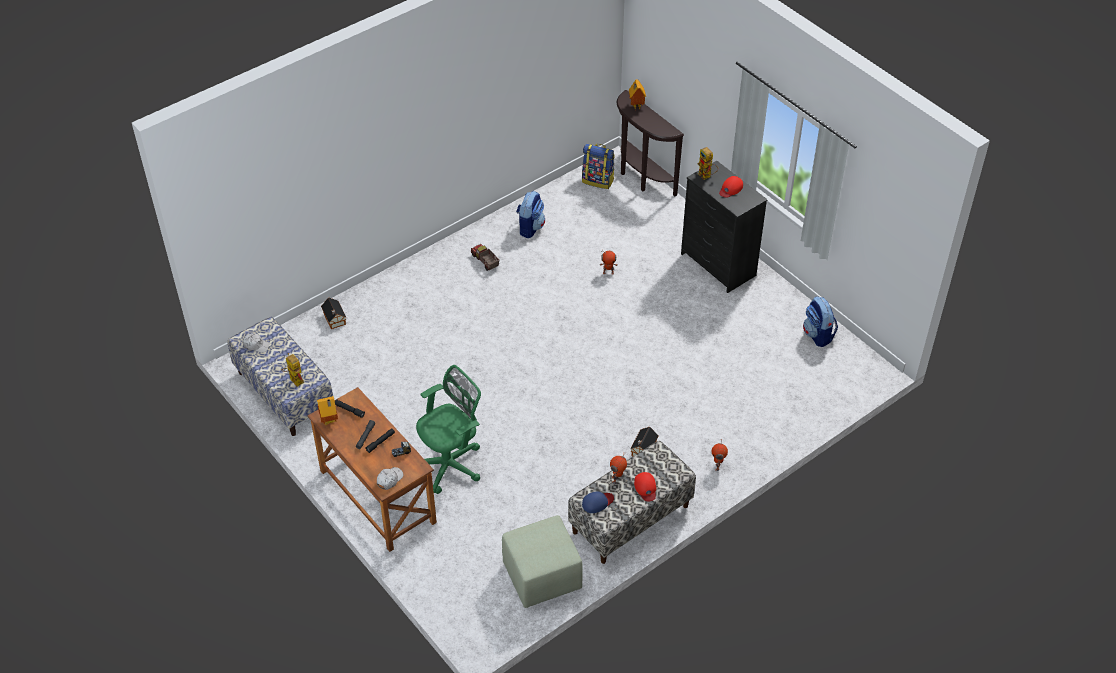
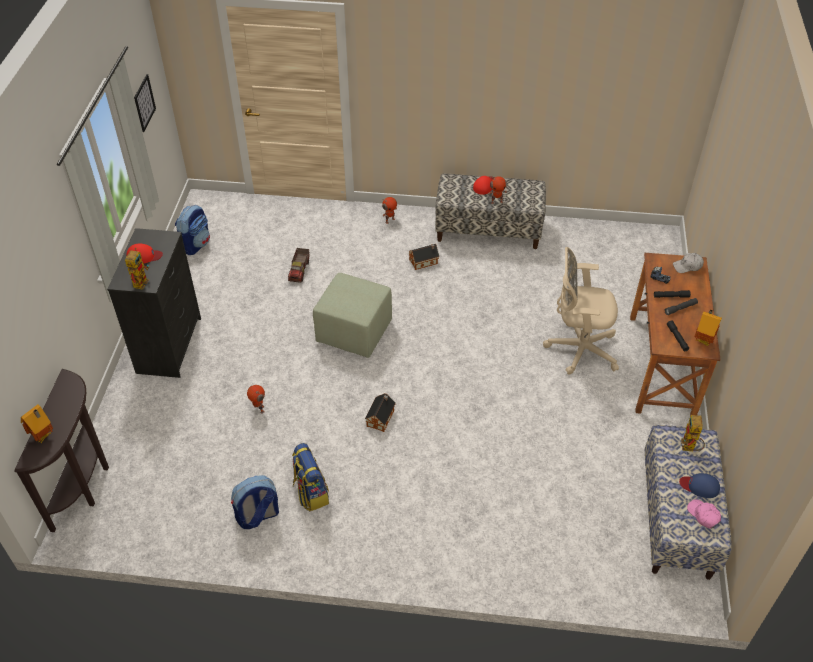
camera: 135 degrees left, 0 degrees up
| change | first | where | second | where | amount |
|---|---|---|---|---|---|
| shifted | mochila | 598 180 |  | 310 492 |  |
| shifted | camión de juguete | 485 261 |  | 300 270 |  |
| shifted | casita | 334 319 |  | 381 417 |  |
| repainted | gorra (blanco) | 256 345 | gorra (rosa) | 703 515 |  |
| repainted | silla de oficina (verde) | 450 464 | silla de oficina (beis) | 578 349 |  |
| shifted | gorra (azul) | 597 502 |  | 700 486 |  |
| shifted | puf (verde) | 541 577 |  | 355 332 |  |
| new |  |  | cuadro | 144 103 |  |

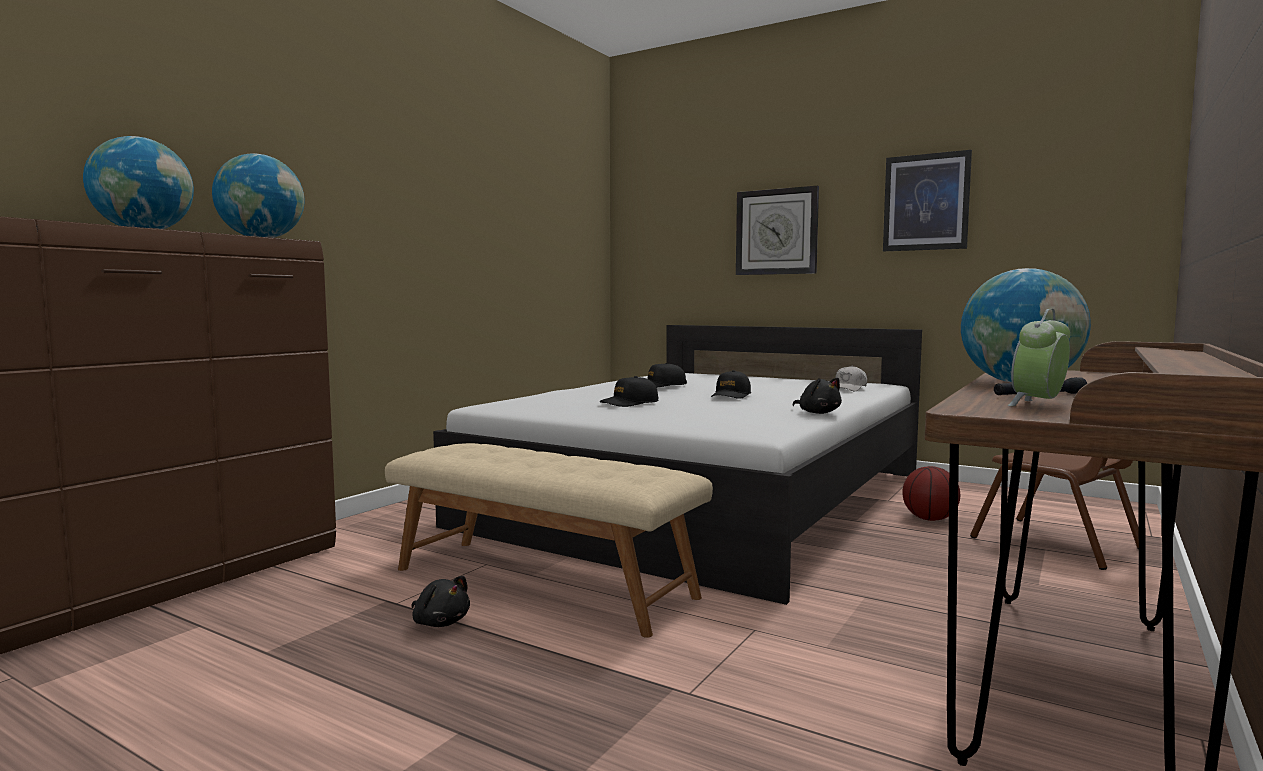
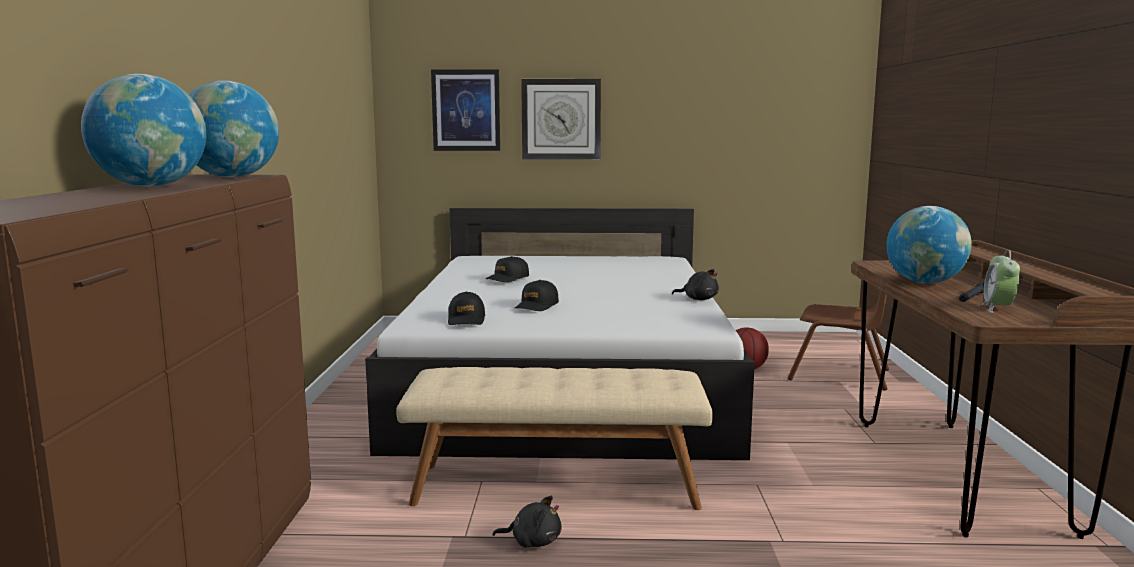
camera: 30 degrees left, 5 degrees up
| change | first | where | second | where | amount |
|---|---|---|---|---|---|
| shifted | cuadro | 926 202 |  | 466 110 |  |
| gone | gorra (blanco) | 848 389 |  |  |  |
| shifted | gorra (negro) | 731 396 |  | 466 320 |  |

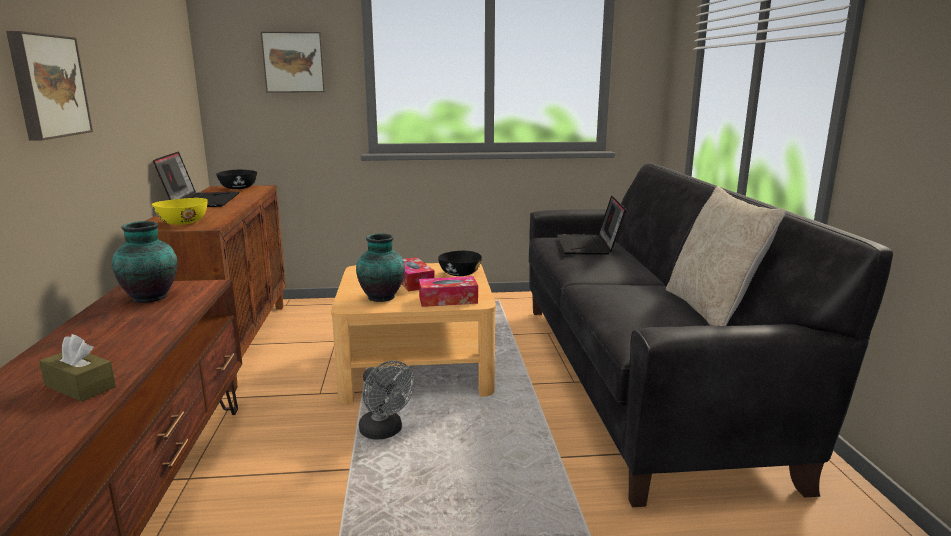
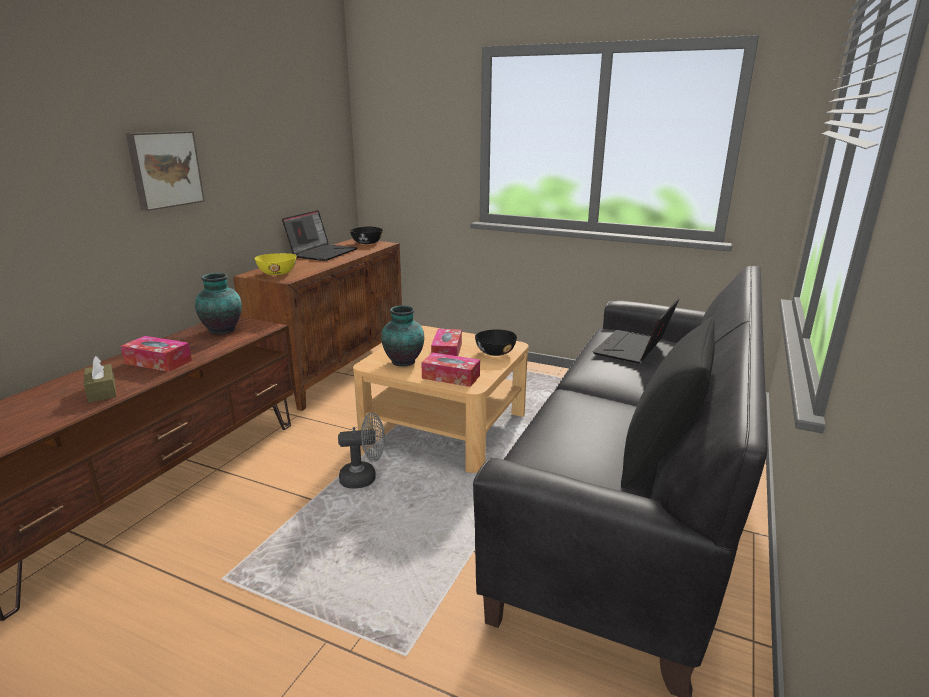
camera: 30 degrees right, 5 degrees up
| change | first | where | second | where | amount |
|---|---|---|---|---|---|
| gone | cuadro | 294 62 |  |  |  |
| repainted | cojín (beis) | 711 311 | cojín (negro) | 660 456 |  |
| rotated | ventilador (gris) | 385 432 |  | 364 478 | 90 degrees counterclockwise |
| new |  |  | caja de pañuelos | 158 362 |  |

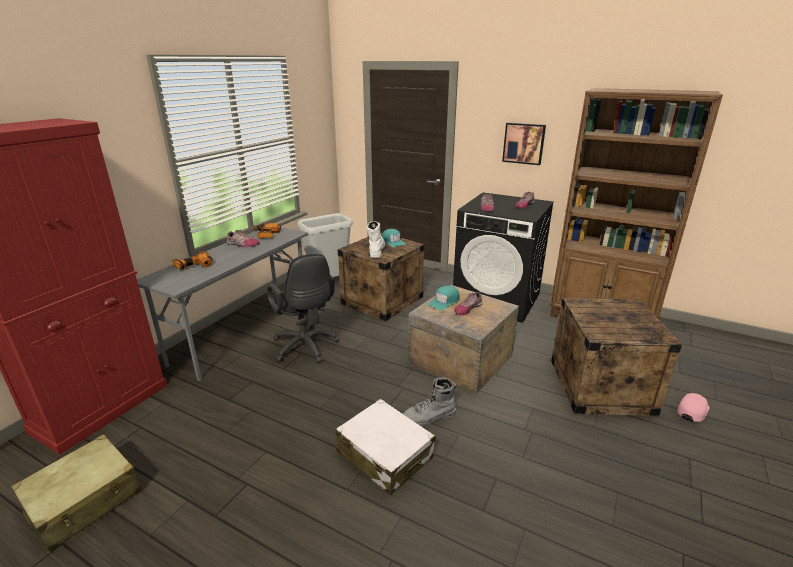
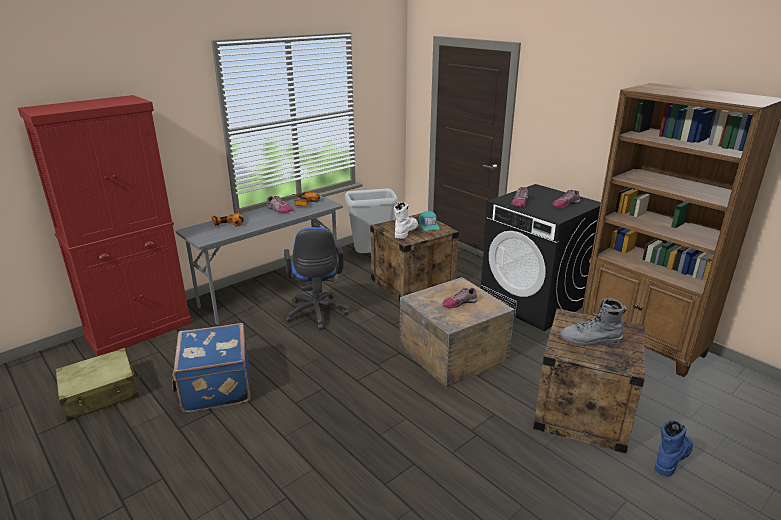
camera: 20 degrees right, 0 degrees up
| change | first | where | second | where | amount |
|---|---|---|---|---|---|
| gone | cuadro | 524 143 |  |  |  |
| repainted | silla de oficina (negro) | 306 348 | silla de oficina (azul) | 316 314 |  |
| gone | gorra (turquesa) | 444 302 |  |  |  |
| shifted | bota (gris) | 429 417 |  | 590 340 |  |
| swapped | gorra (rosa) | 692 410 | bota (azul) | 671 457 |  |
| gone | maleta (blanco) | 384 455 |  |  |  |
| new |  |  | maleta (azul) | 215 387 |  |

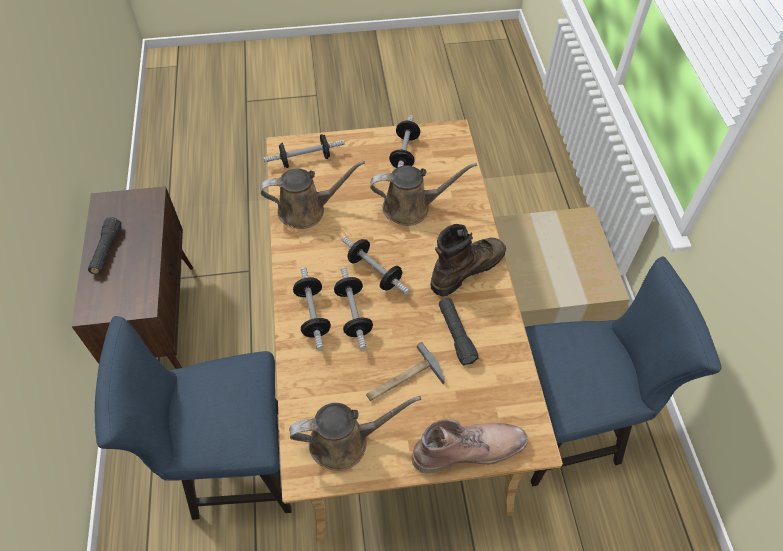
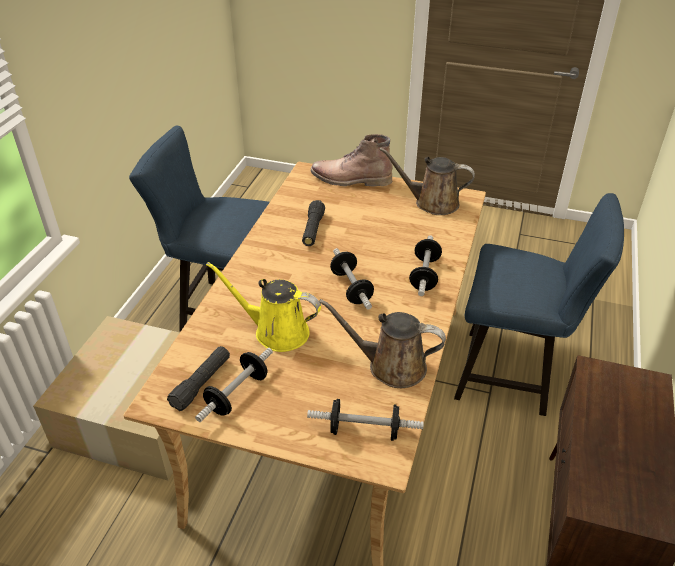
camera: 155 degrees left, 15 degrees down
| change | first | where | second | where | amount |
|---|---|---|---|---|---|
| repainted | regadera (marrón) | 411 207 | regadera (amarillo) | 276 331 |  |
| shifted | linterna (negro) | 107 251 |  | 201 384 |  |
| gone | bota (marrón) | 466 269 |  |  |  |
| gone | mancuerna | 353 314 |  |  |  |
| gone | martillo | 403 381 |  |  |  |

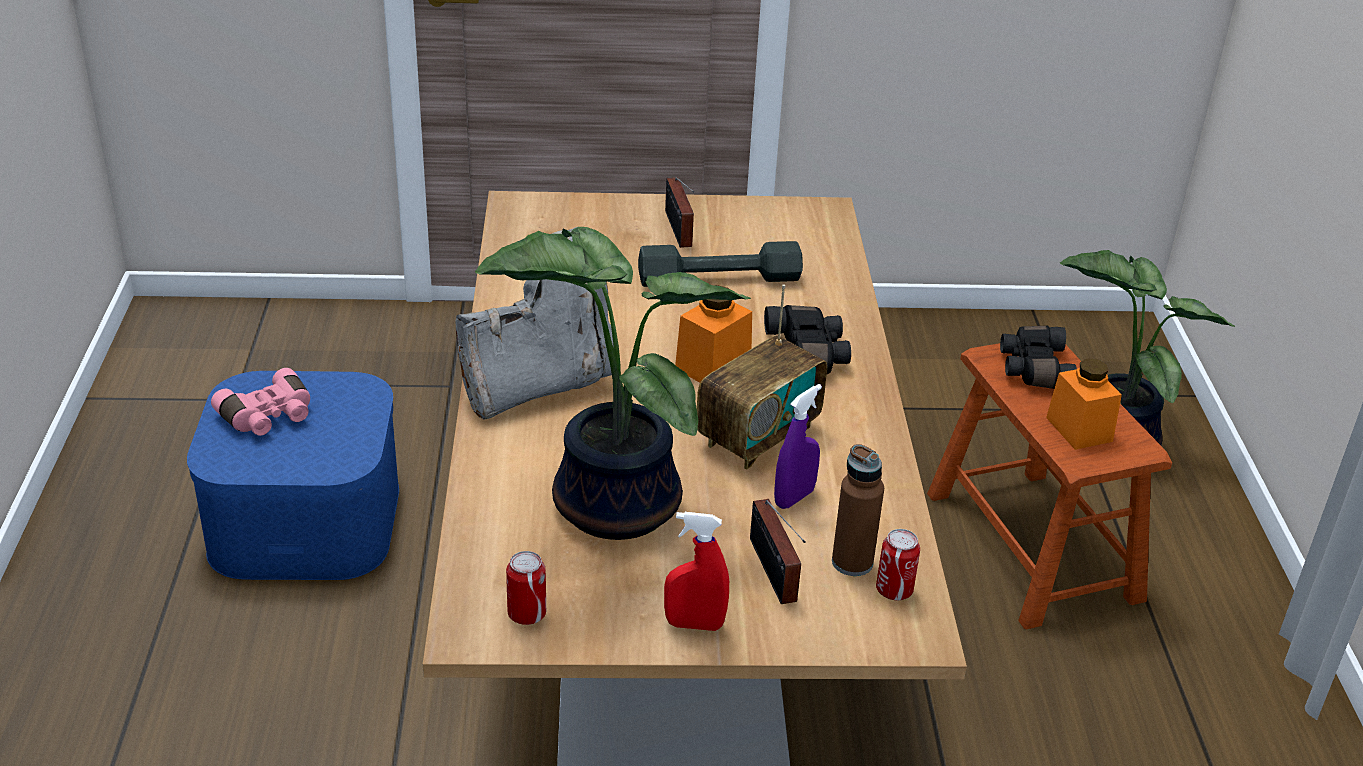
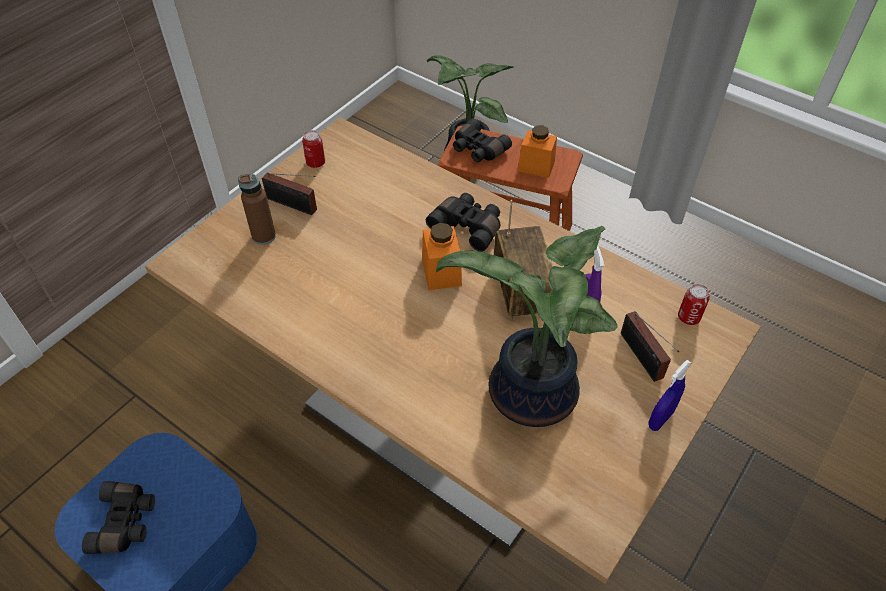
camera: 50 degrees left, 15 degrees up
| change | first | where | second | where | amount |
|---|---|---|---|---|---|
| gone | bota (gris) | 542 384 |  |  |  |
| gone | mancuerna (gris) | 719 278 |  |  |  |
| repainted | prismáticos (rosa) | 269 417 | prismáticos (negro) | 126 522 |  |
| shifted | botella (marrón) | 852 562 |  | 264 236 |  |
| rotated | radio | 773 574 |  | 642 358 | 45 degrees clockwise |
| repainted | pulverizador (rojo) | 694 624 | pulverizador (azul) | 660 419 |  |
| shifted | lata | 527 614 |  | 315 163 |  |

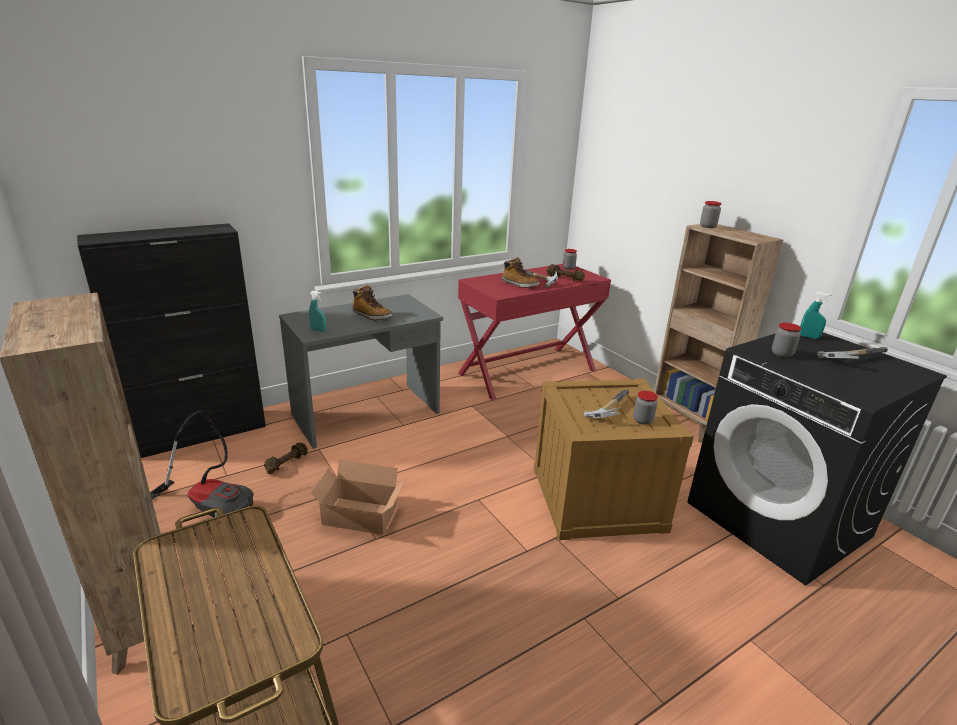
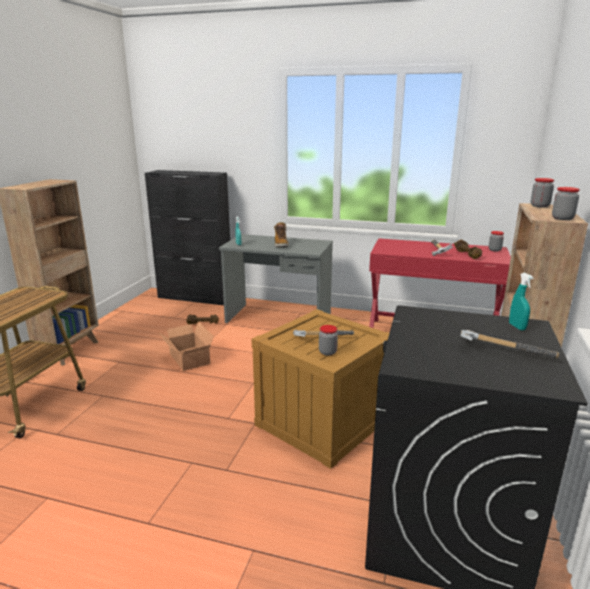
camera: 50 degrees right, 5 degrees down
| change | first | where | second | where | amount |
|---|---|---|---|---|---|
| gone | bota | 519 284 |  |  |  |
| shifted | tarro | 781 354 |  | 562 218 |  |
| gone | aspiradora | 210 503 |  |  |  |

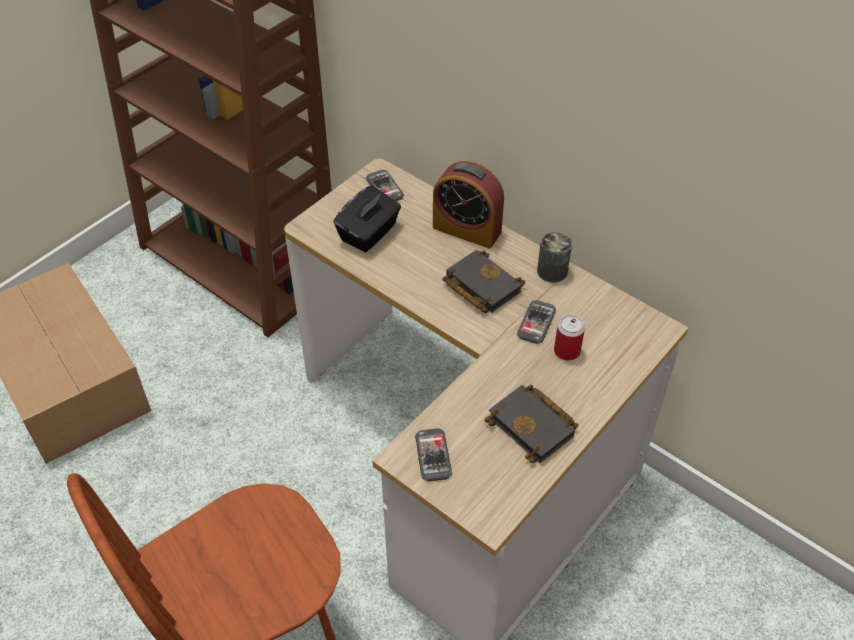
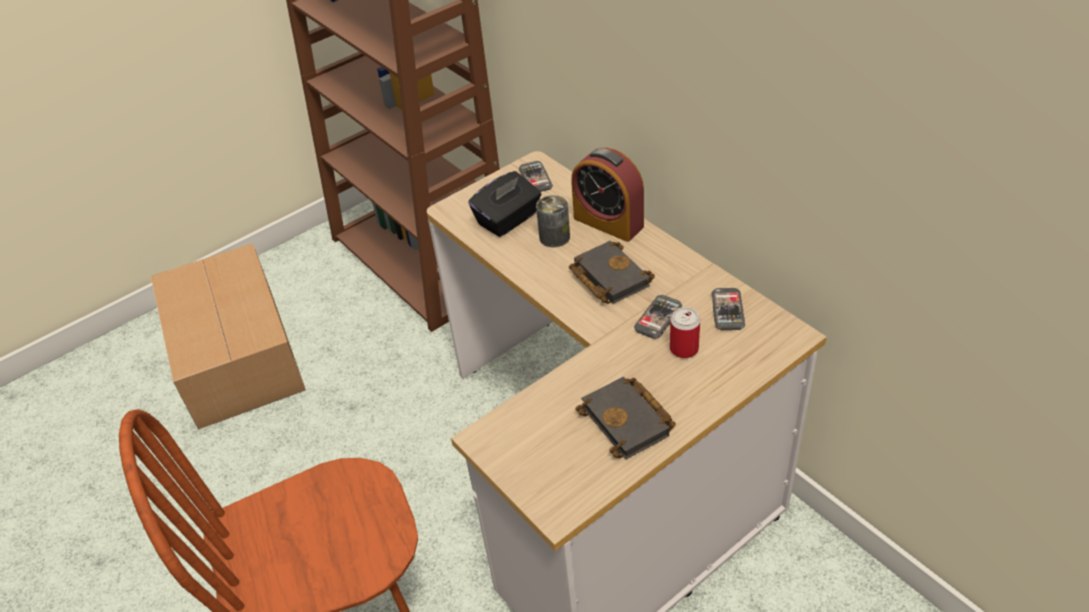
camera: 15 degrees right, 5 degrees down
| change | first | where | second | where | amount |
|---|---|---|---|---|---|
| shifted | lata | 552 271 |  | 554 237 |  |
| shifted | móvil | 433 456 |  | 727 310 |  |

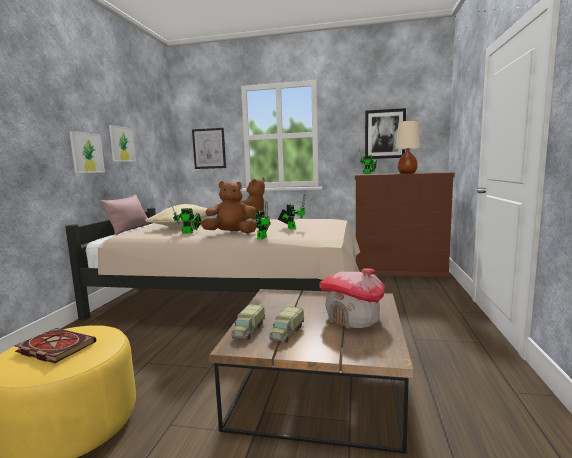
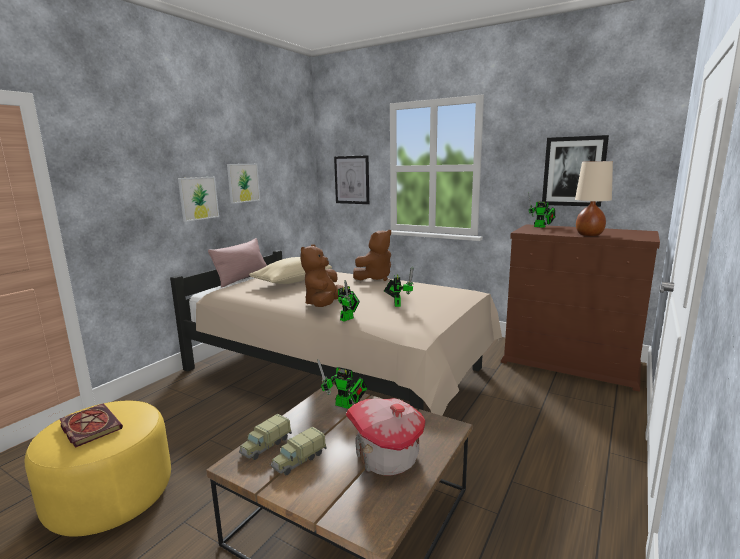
camera: 20 degrees right, 5 degrees up
| change | first | where | second | where | amount |
|---|---|---|---|---|---|
| rotated | peluche (marrón) | 231 233 |  | 324 305 | 90 degrees counterclockwise |
| shifted | robot de juguete | 189 233 |  | 346 406 |  |

